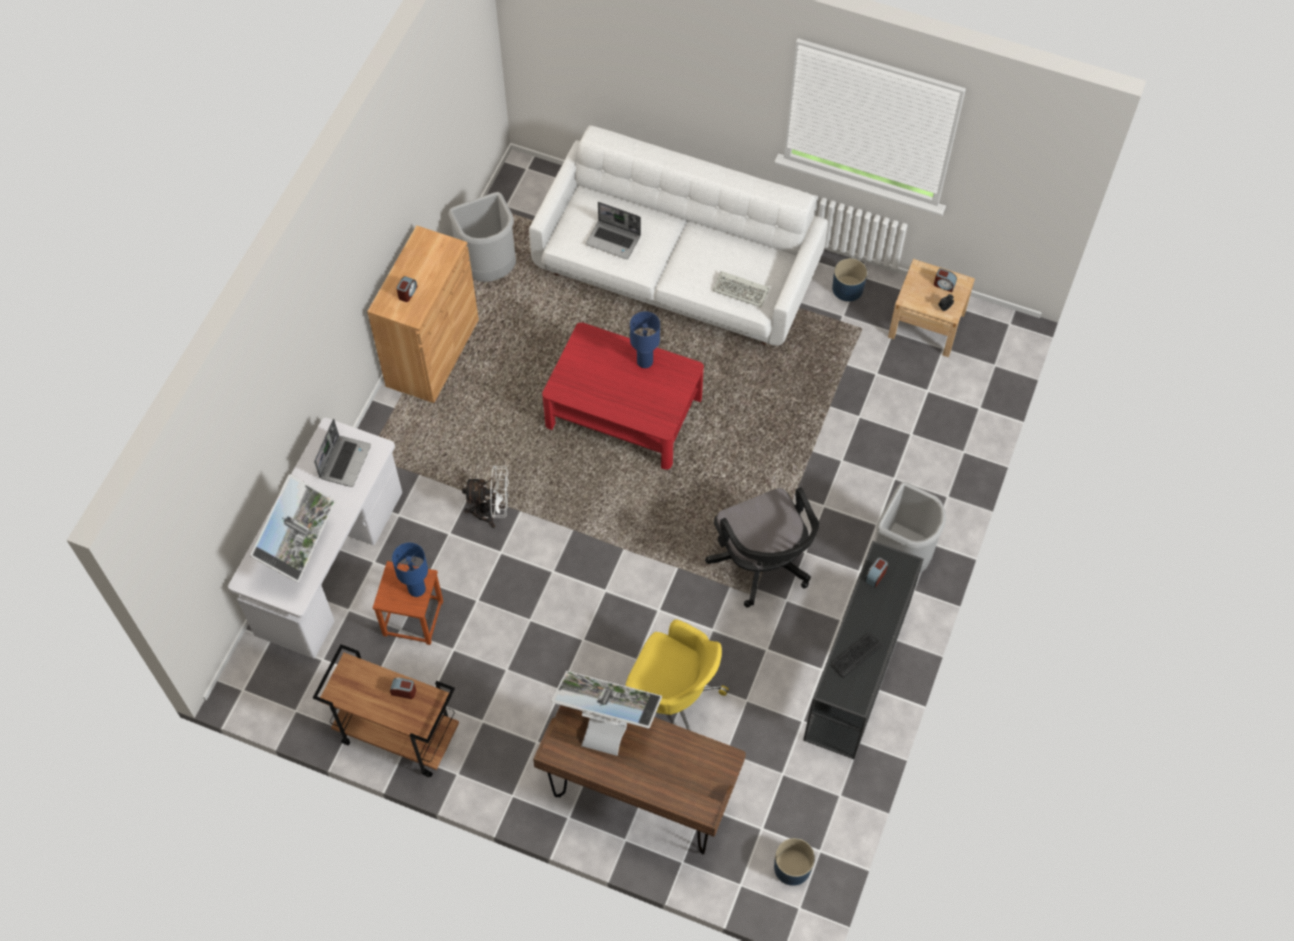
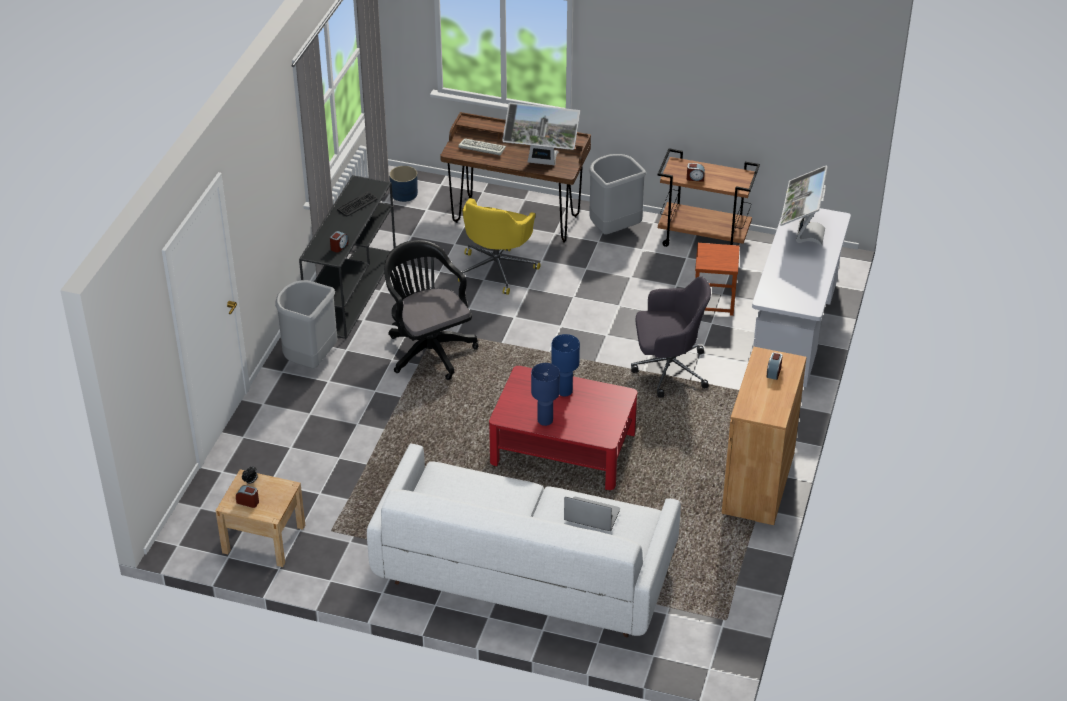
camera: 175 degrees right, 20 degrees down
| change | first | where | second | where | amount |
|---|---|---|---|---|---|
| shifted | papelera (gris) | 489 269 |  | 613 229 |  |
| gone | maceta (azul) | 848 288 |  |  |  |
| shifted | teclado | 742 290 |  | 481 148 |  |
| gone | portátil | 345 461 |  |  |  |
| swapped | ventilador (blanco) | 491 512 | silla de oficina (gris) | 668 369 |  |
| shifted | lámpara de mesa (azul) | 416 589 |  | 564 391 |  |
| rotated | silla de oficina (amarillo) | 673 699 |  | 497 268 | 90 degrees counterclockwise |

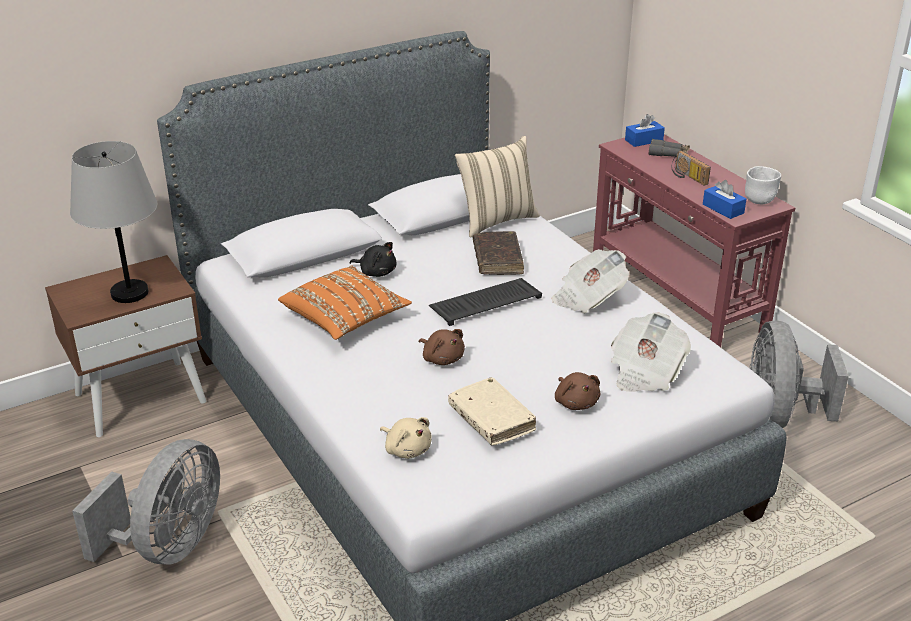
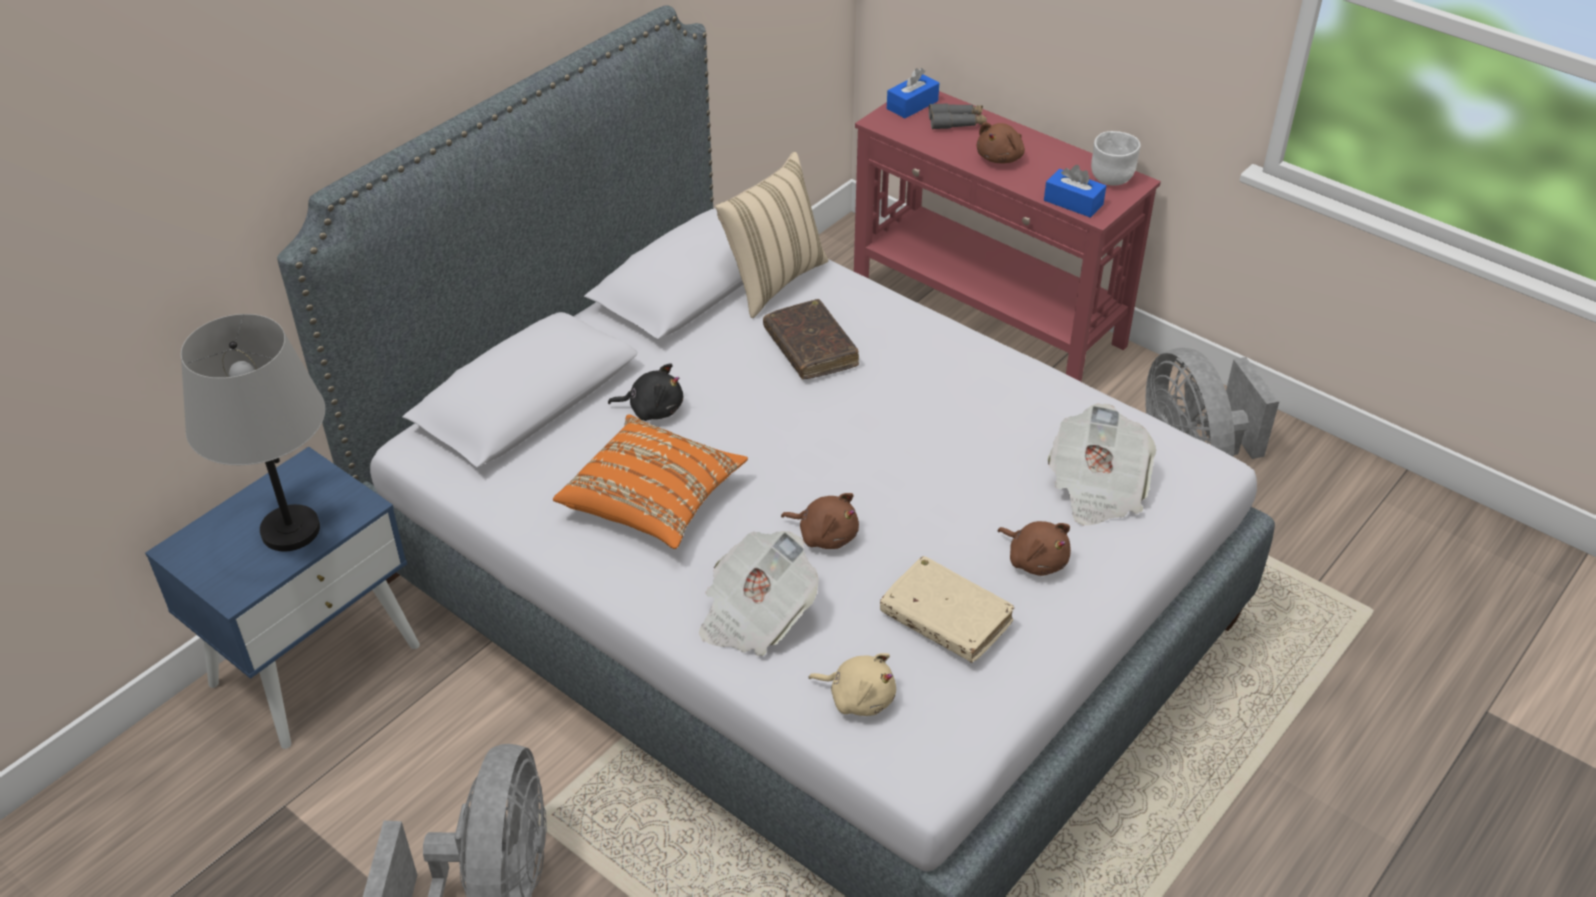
camera: 20 degrees left, 10 degrees up
| change | first | where | second | where | amount |
|---|---|---|---|---|---|
| swapped | radio | 687 177 | peluche (marrón) | 1001 157 |  |
| shifted | periódico | 588 298 |  | 755 615 |  |
| repainted | mesita de noche (marrón) | 141 397 | mesita de noche (azul) | 316 663 |  |
| gone | teclado | 486 302 |  |  |  |

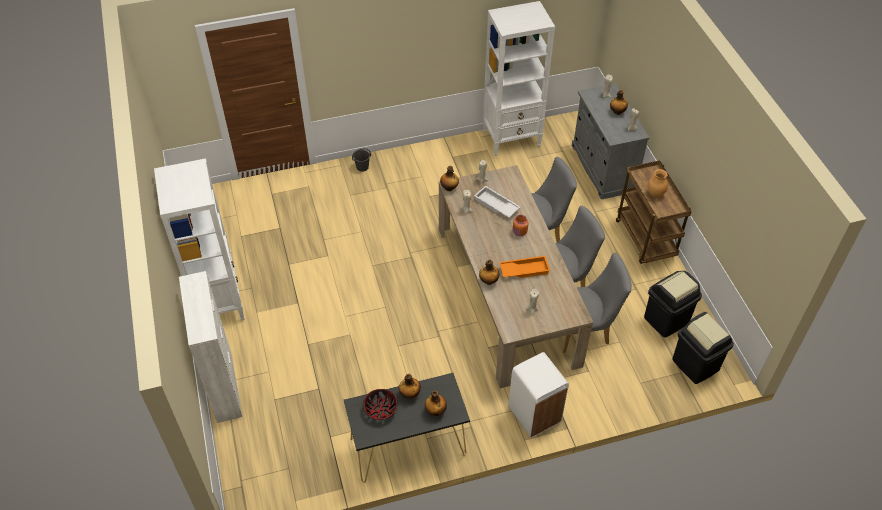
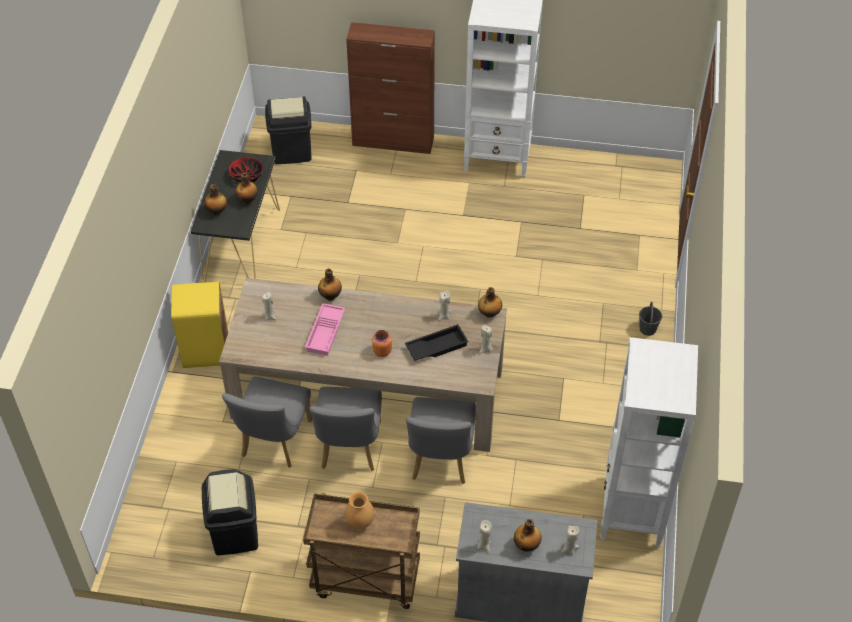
camera: 115 degrees right, 0 degrees up
| change | first | where | second | where | amount |
|---|---|---|---|---|---|
| repainted | bandeja (blanco) | 496 205 | bandeja (negro) | 436 346 |  |
| repainted | bandeja (naranja) | 524 269 | bandeja (rosa) | 326 332 |  |
| repainted | armario (blanco) | 224 386 | armario (marrón) | 393 141 |  |
| shifted | papelera (negro) | 696 364 |  | 291 152 |  |
| repainted | papelera (blanco) | 534 415 | papelera (amarillo) | 205 351 |  |

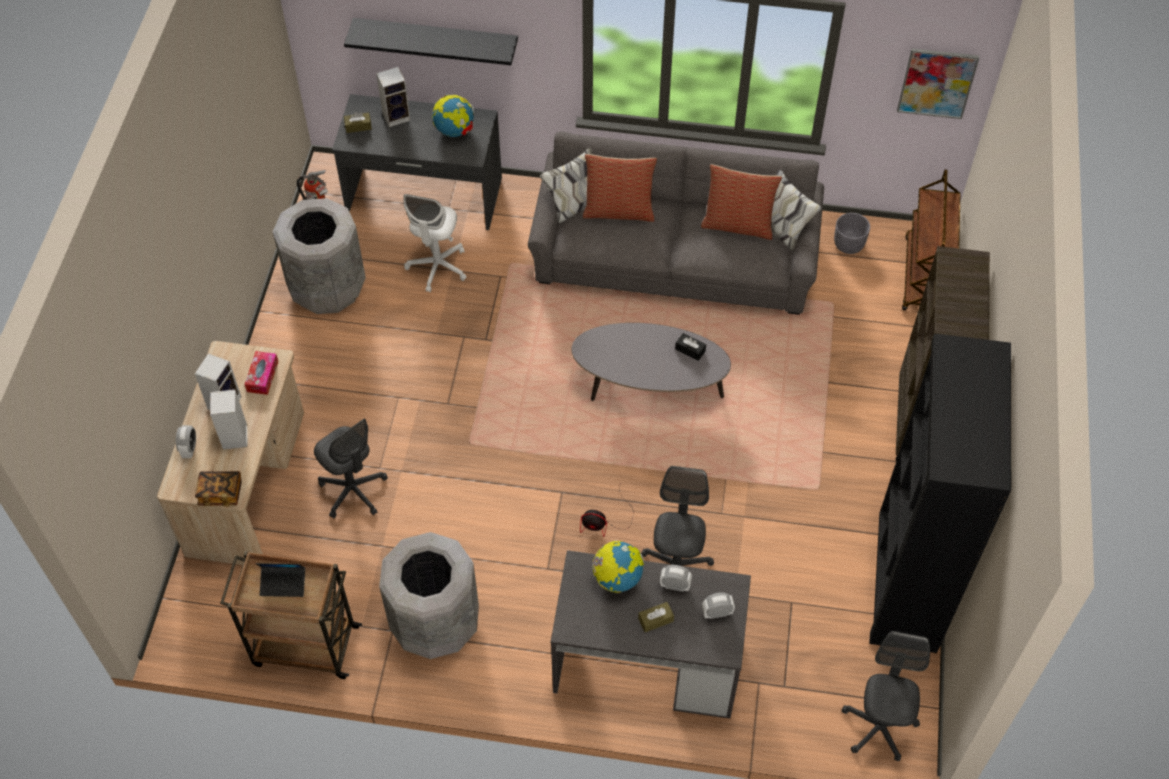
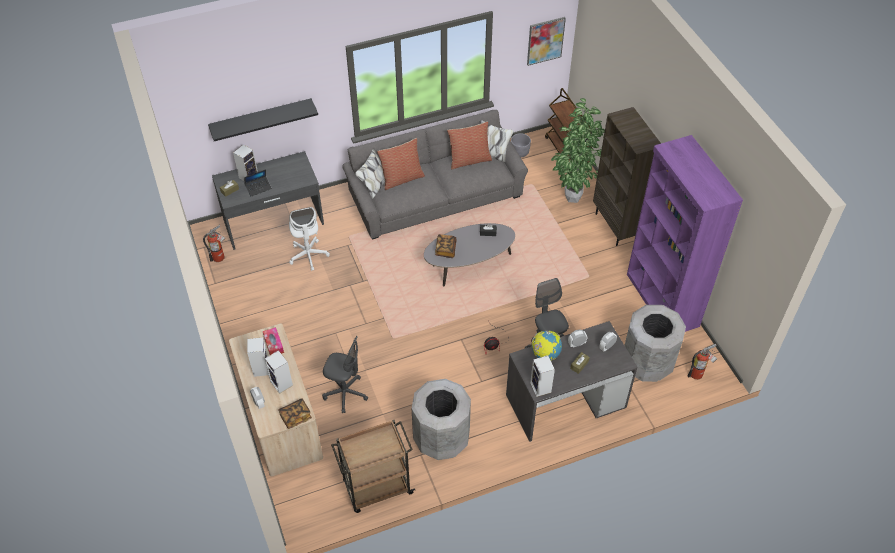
camera: 30 degrees left, 5 degrees down
| change | first | where | second | where | amount |
|---|---|---|---|---|---|
| gone | globo terráqueo | 455 131 |  |  |  |
| shifted | papelera (gris) | 327 288 |  | 646 363 |  |
| repainted | estantería (negro) | 905 581 | estantería (morado) | 662 300 |  |
| shifted | portátil | 283 584 |  | 258 188 |  |
| swapped | silla de oficina (gris) | 878 727 | extintor | 698 374 |  |
| new |  |  | planta en maceta | 573 196 |  |
| new |  |  | libro | 445 250 |  |
| new |  |  | altavoz | 541 388 |  |

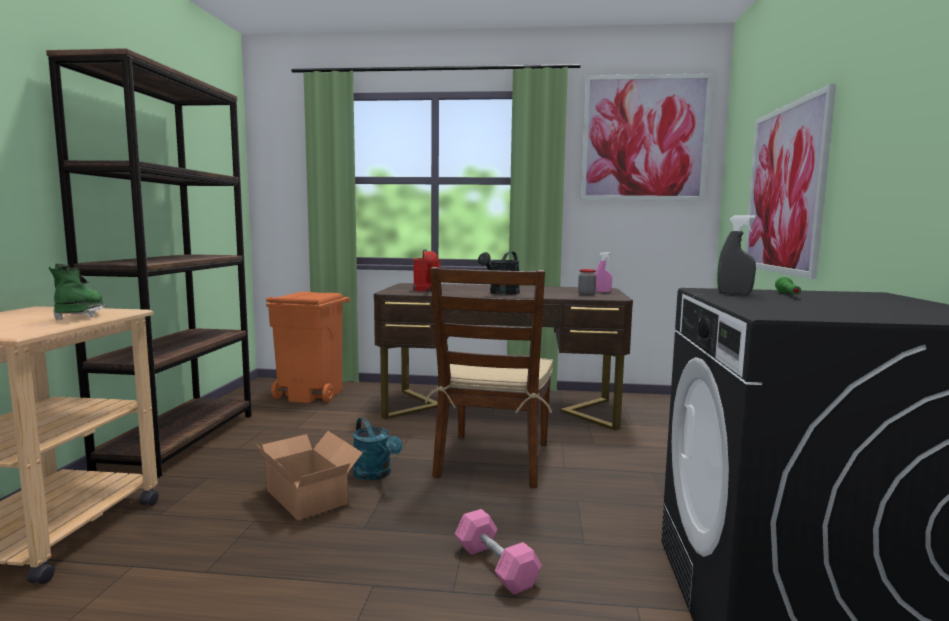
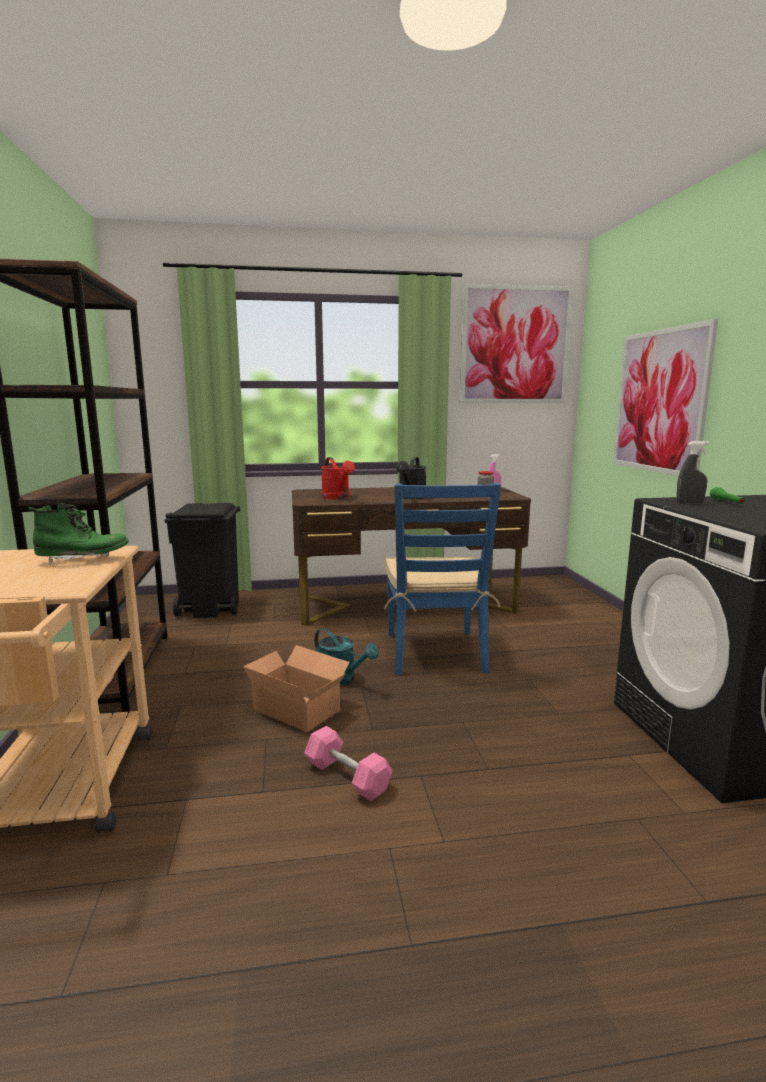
camera: 15 degrees left, 5 degrees up
| change | first | where | second | where | amount |
|---|---|---|---|---|---|
| rotated | bota (verde) | 80 316 |  | 83 560 | 105 degrees clockwise |
| repainted | silla (marrón) | 493 460 | silla (azul) | 435 652 |  |
| repainted | papelera (naranja) | 311 394 | papelera (negro) | 210 608 |  |
| shifted | mancuerna (rosa) | 495 566 |  | 347 776 |  |

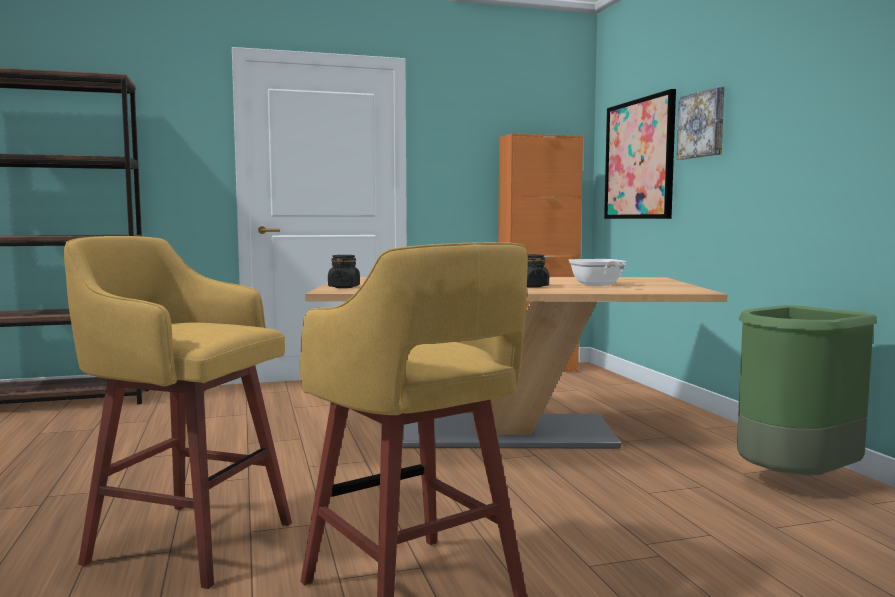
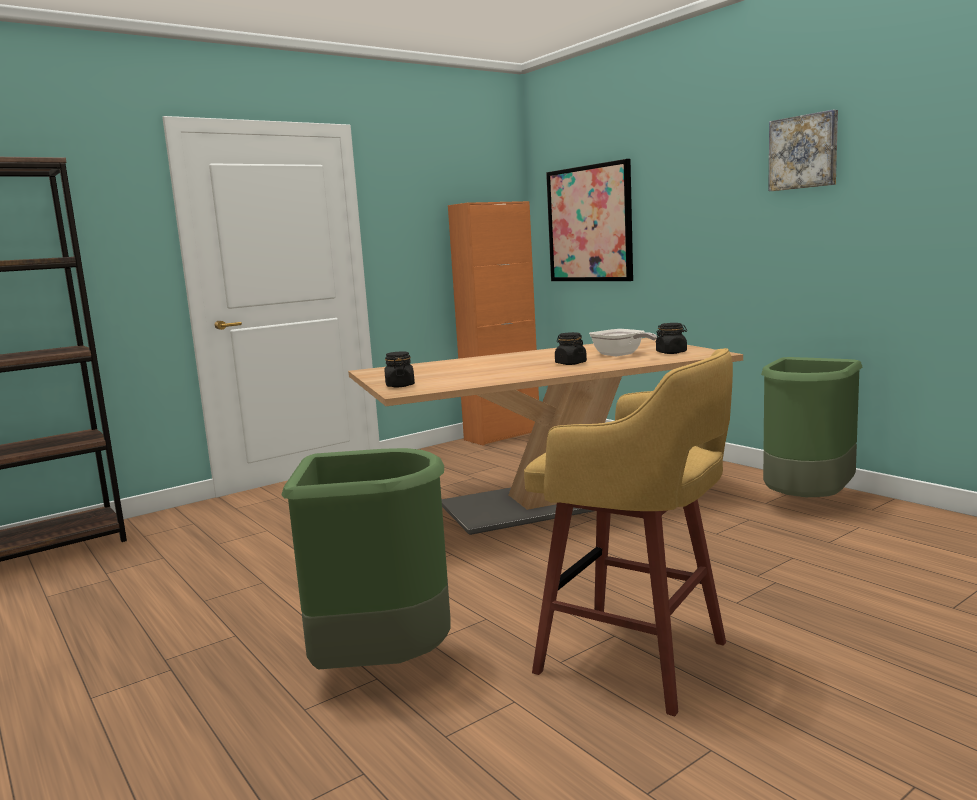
camera: 20 degrees left, 5 degrees up
| change | first | where | second | where | amount |
|---|---|---|---|---|---|
| shifted | cuadro | 702 125 |  | 804 152 |  |
| swapped | taburete (amarillo) | 186 541 | papelera (verde) | 380 666 |  |
| new |  |  | tarro (negro) | 671 352 |  |

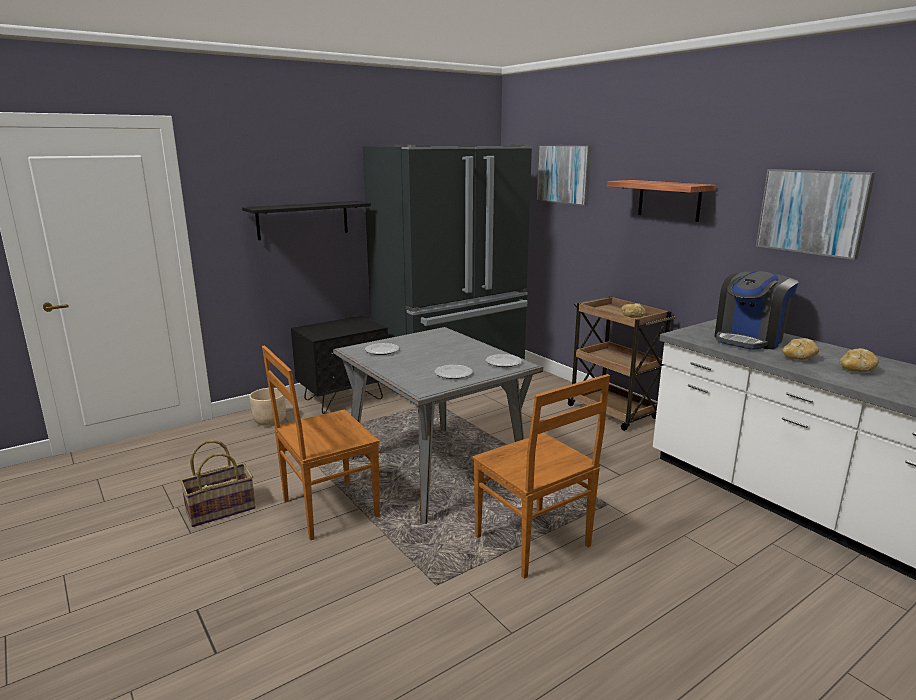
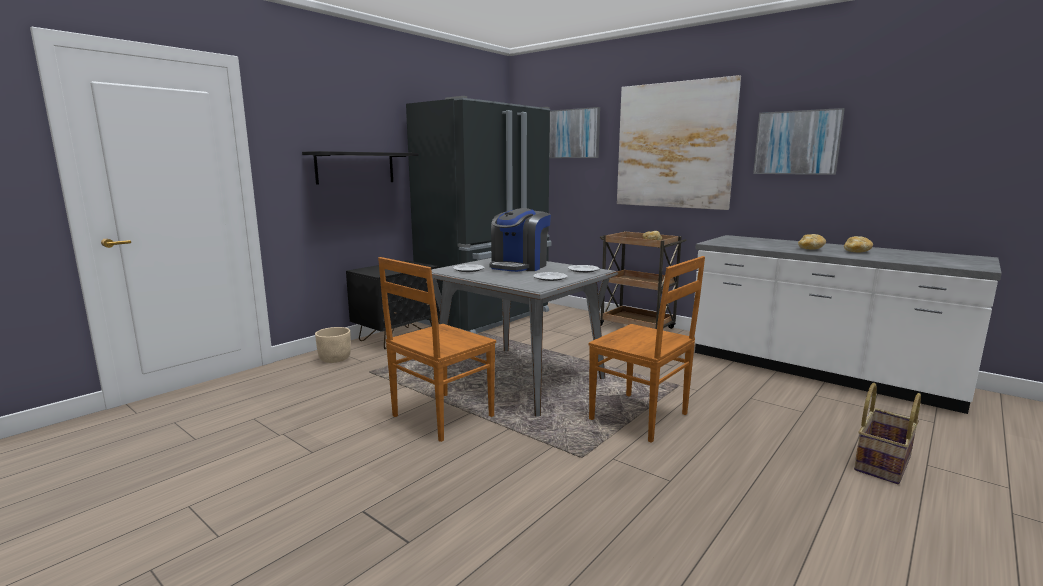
camera: 15 degrees left, 5 degrees down
| change | first | where | second | where | amount |
|---|---|---|---|---|---|
| swapped | estante | 669 200 | cuadro | 674 145 |  |
| shifted | cafetera | 749 339 |  | 519 266 |  |
| shifted | cesta | 221 509 |  | 881 462 |  |

